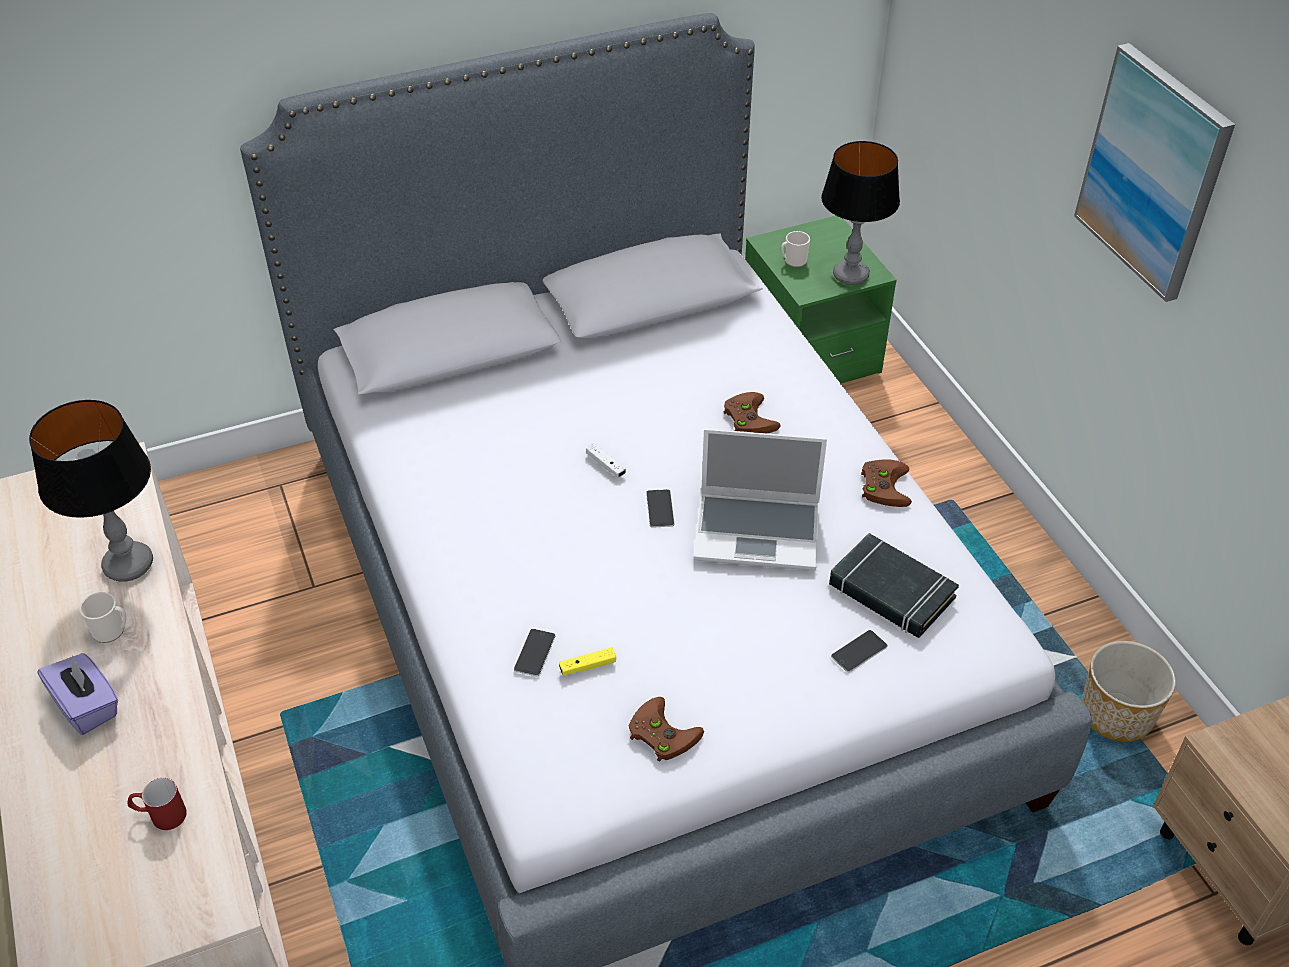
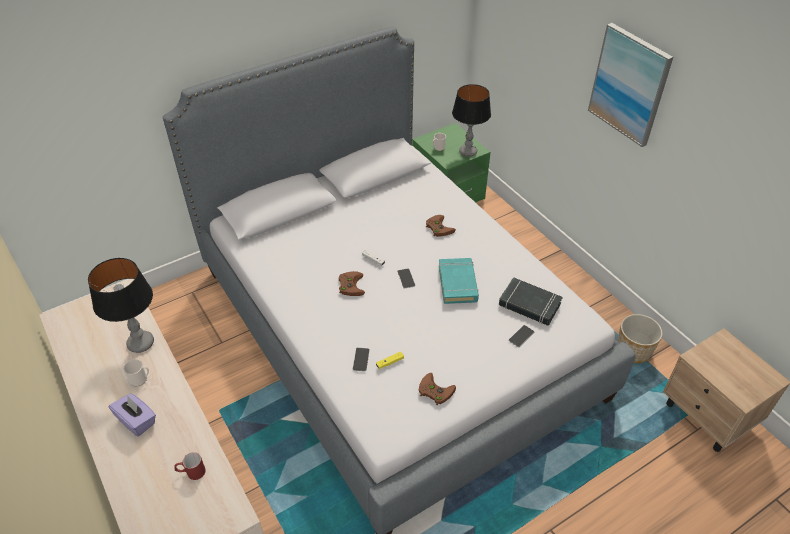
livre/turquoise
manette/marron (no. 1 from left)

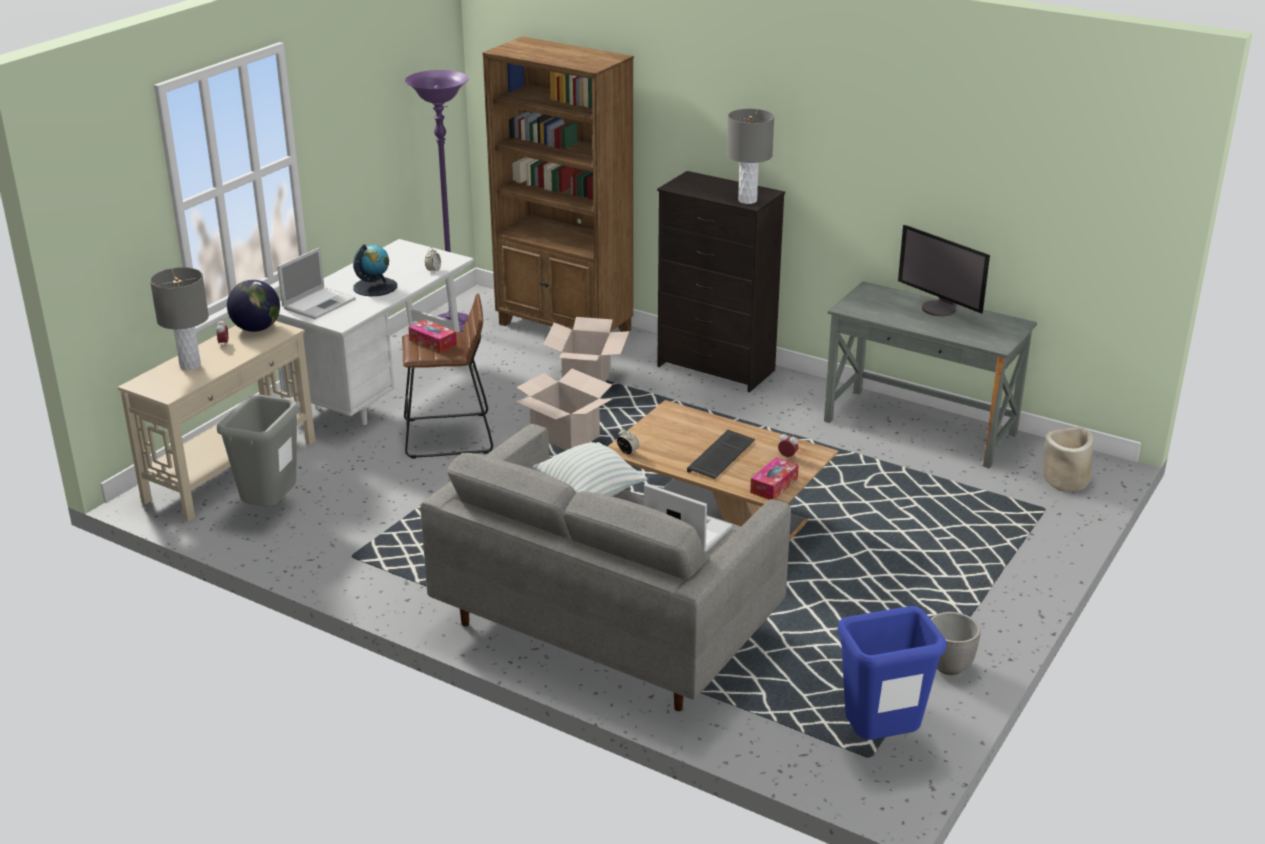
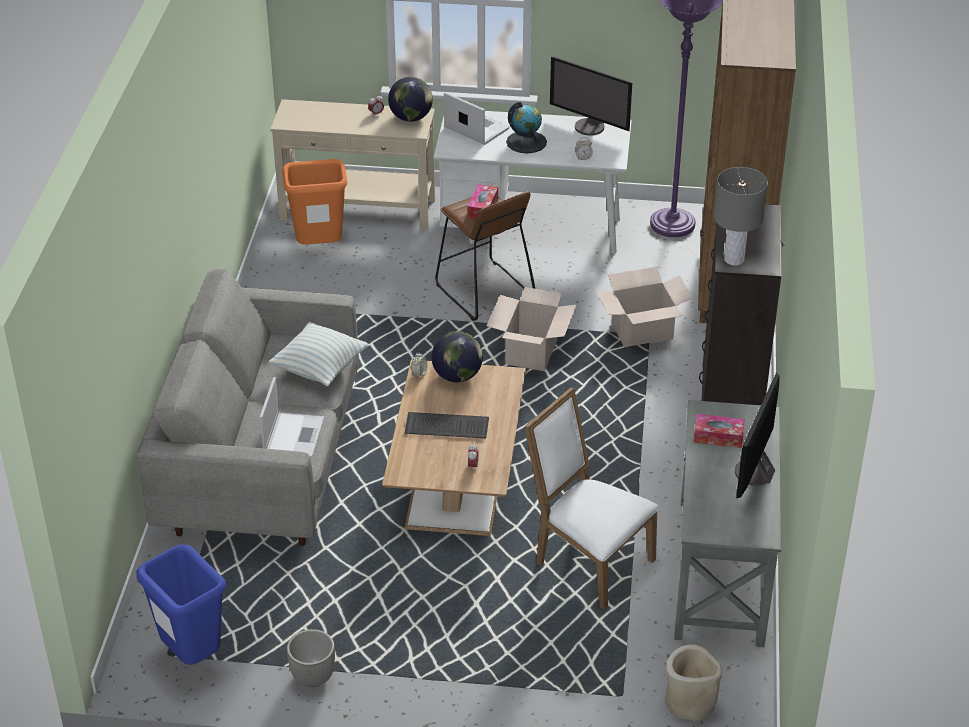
ordinateur portable (no. 2 from left)
lampe de table/gris (no. 1 from left in the first image)
poubelle/orange
boîte à mouchoirs (no. 2 from left)
écran d'ordinateur (no. 1 from left)
globe (no. 2 from left)
chaise/blanc

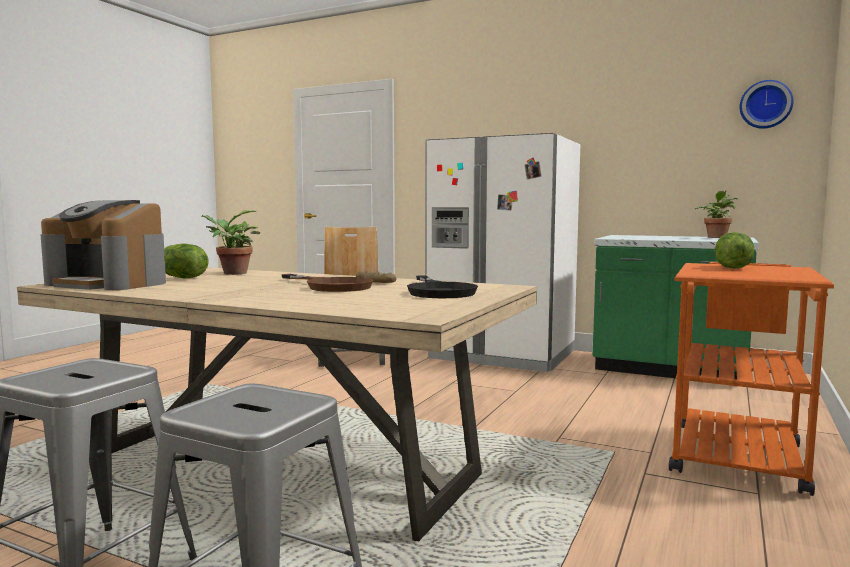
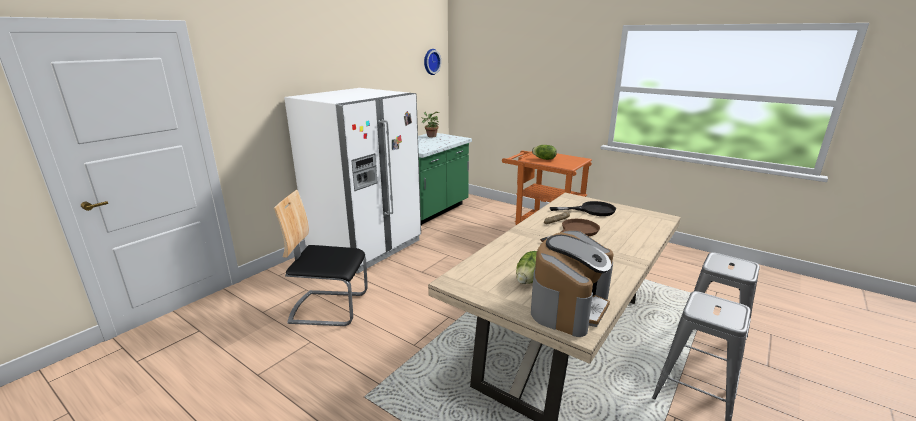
plante en pot (no. 1 from left in the first image)

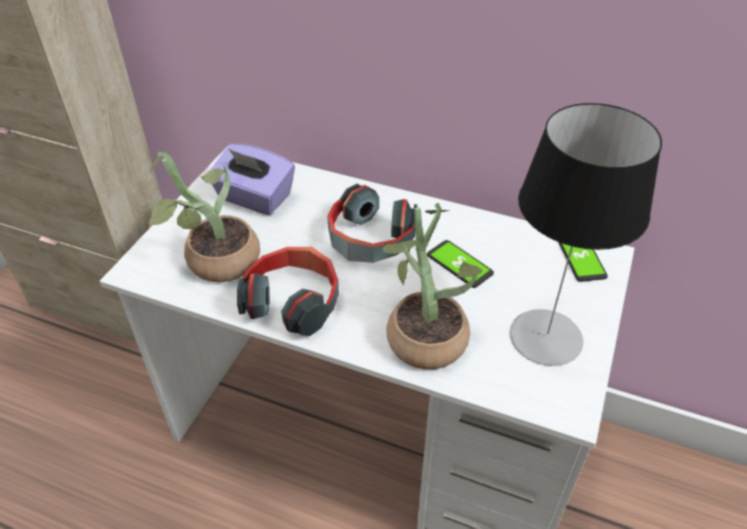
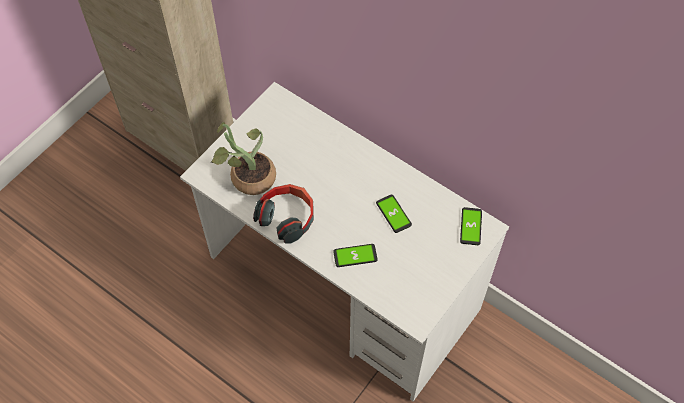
lampe de table
boîte à mouchoirs/violet
casque audio (no. 2 from left in the first image)
téléphone (no. 1 from left)

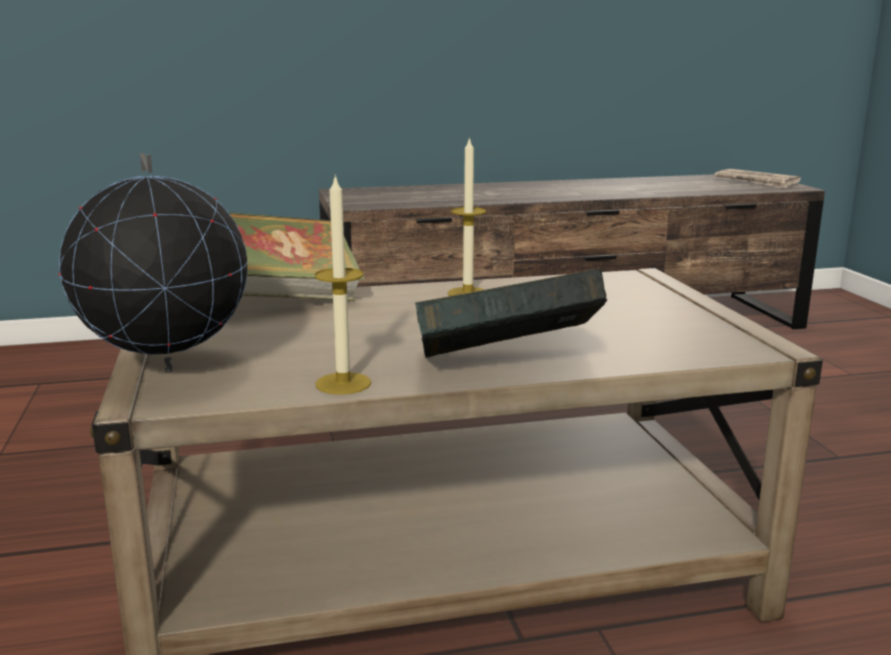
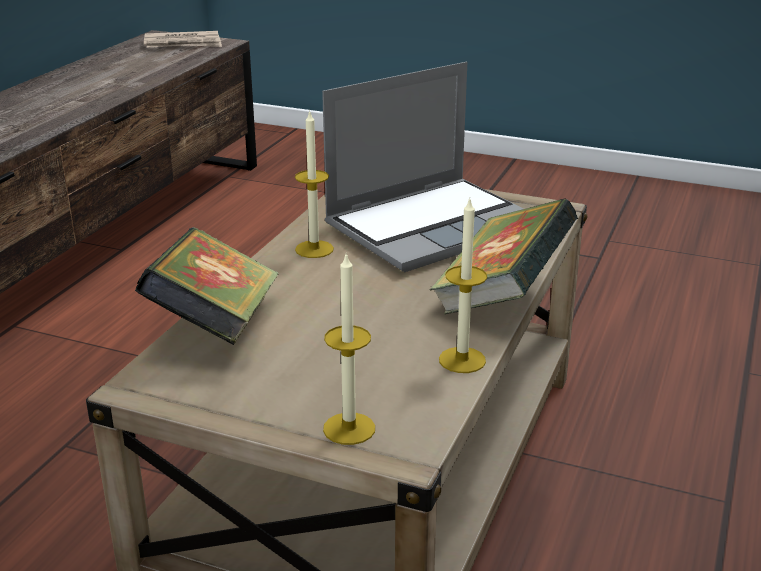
bougie (no. 2 from left)
ordinateur portable

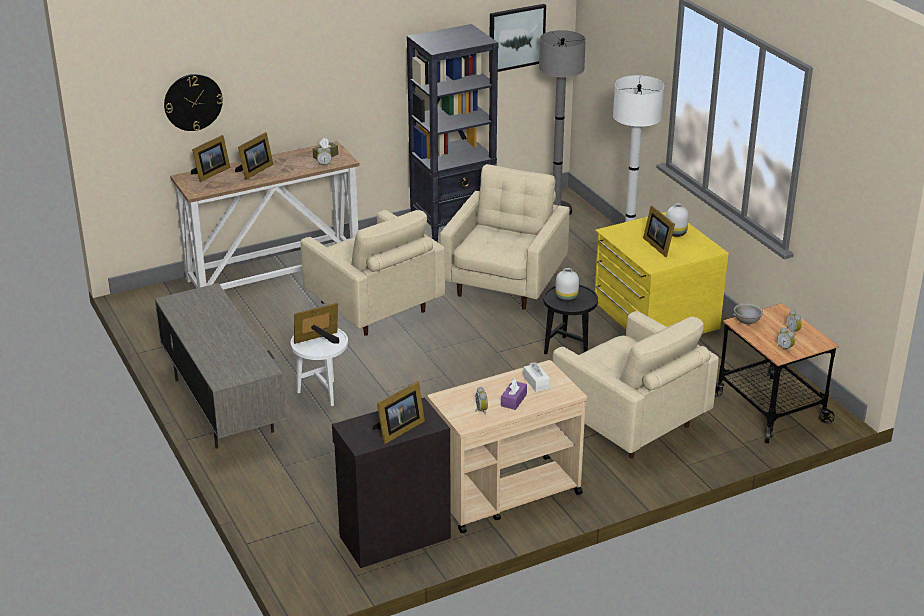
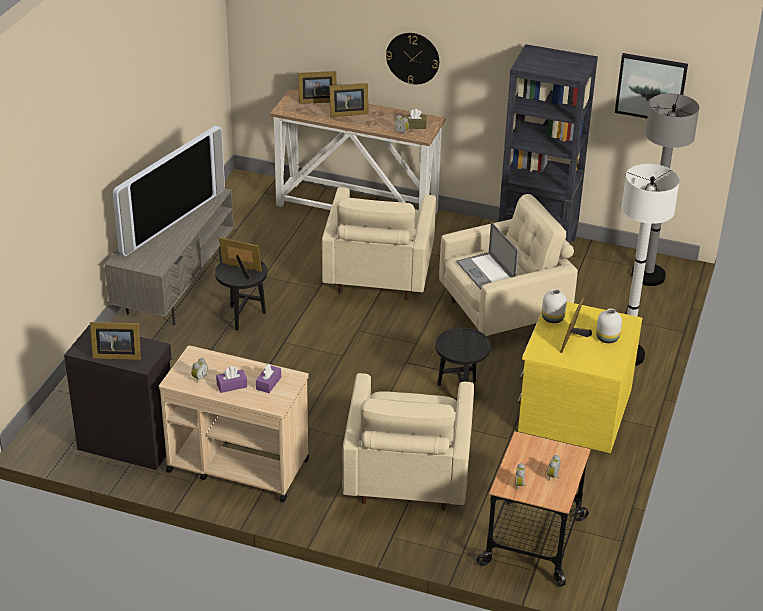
horloge murale
vase/blanc (no. 1 from left)
bol/gris
table d'appoint/noir (no. 1 from left)
boîte à mouchoirs/violet (no. 2 from left)
téléviseur
ordinateur portable

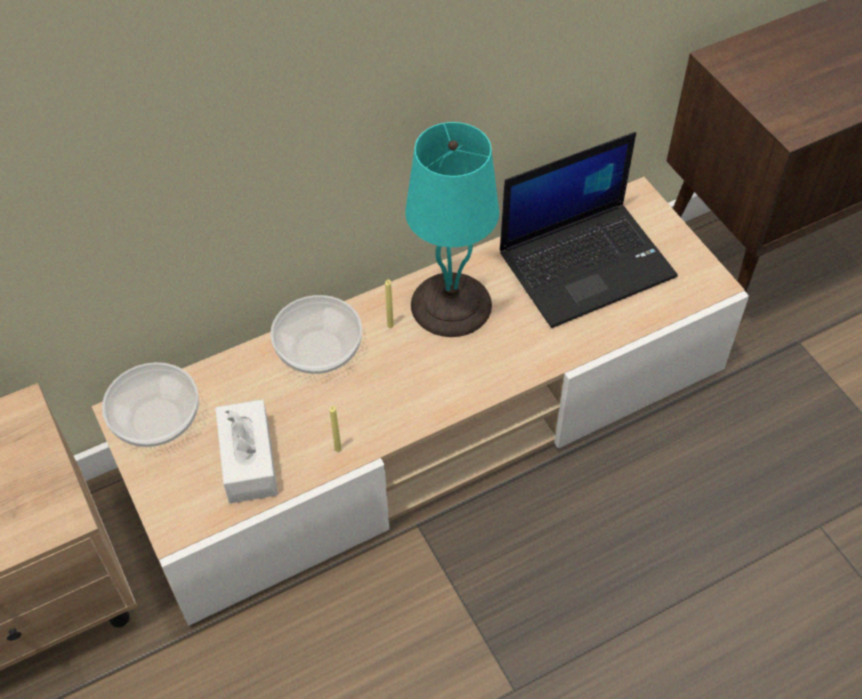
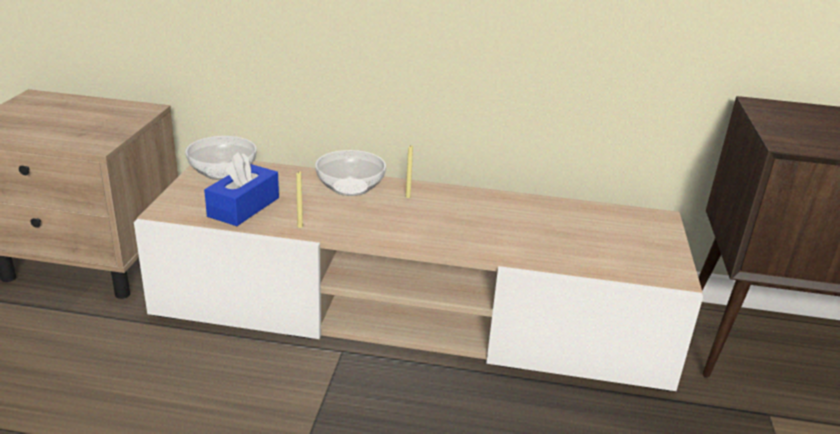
lampe de table/turquoise
ordinateur portable
boîte à mouchoirs/bleu

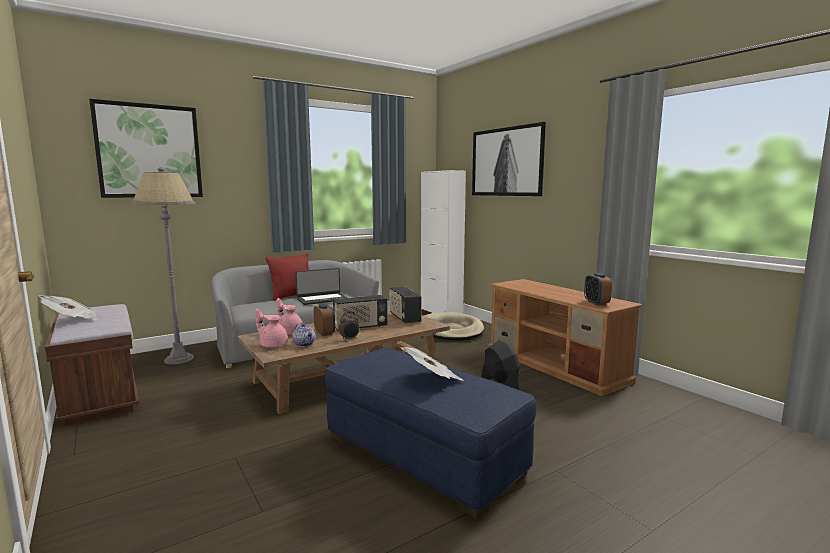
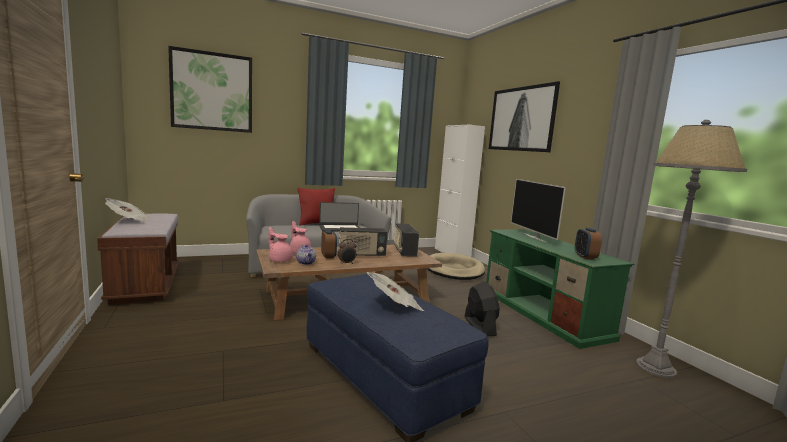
lampadaire/gris
meuble télé/vert
téléviseur

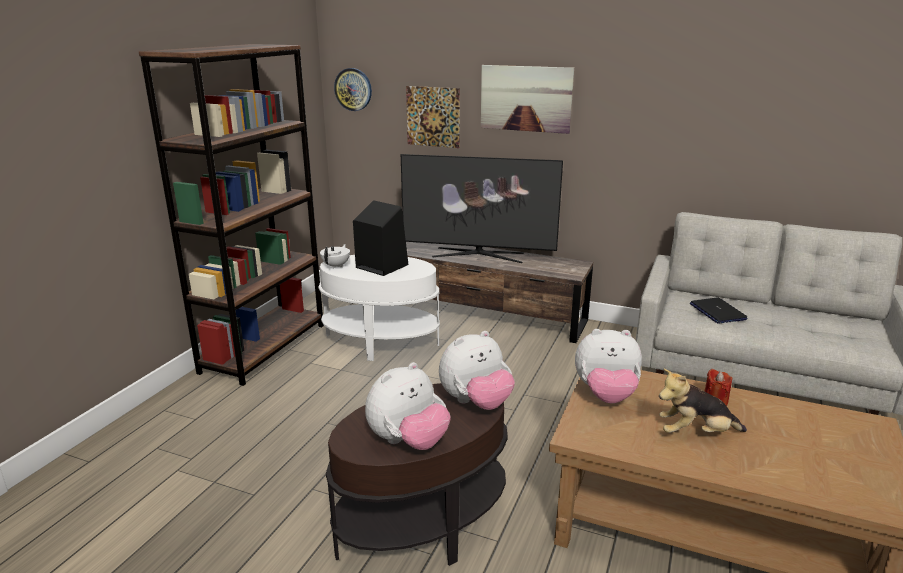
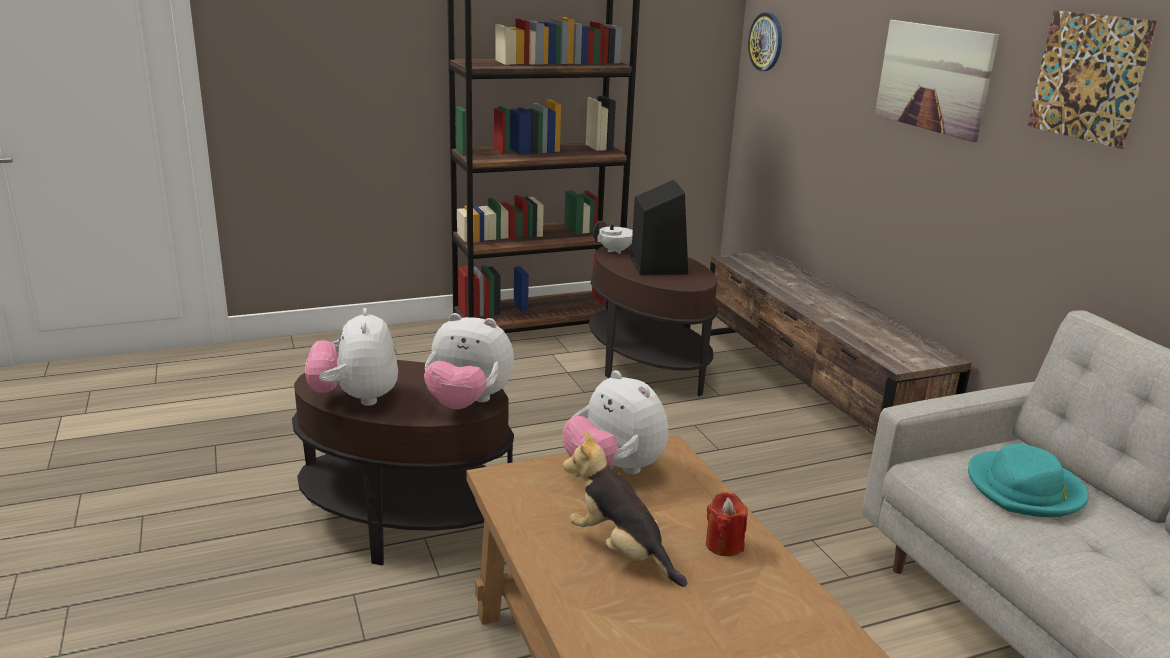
tableau (no. 2 from left)
téléviseur
table d'appoint/marron (no. 2 from left)
chapeau/turquoise
peluche (no. 1 from left)

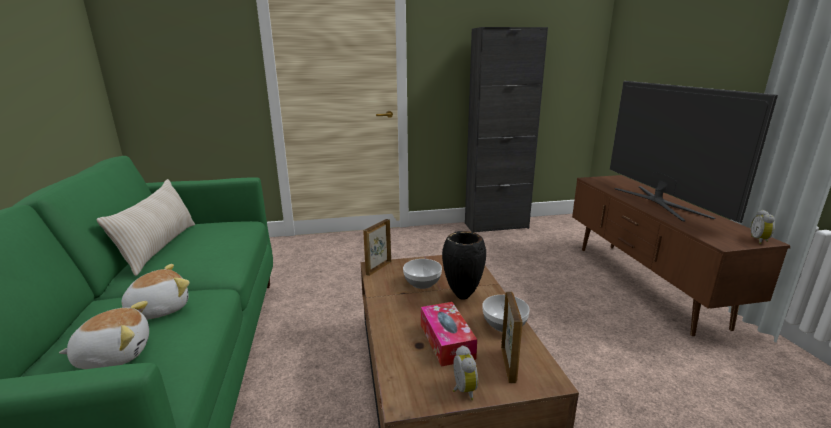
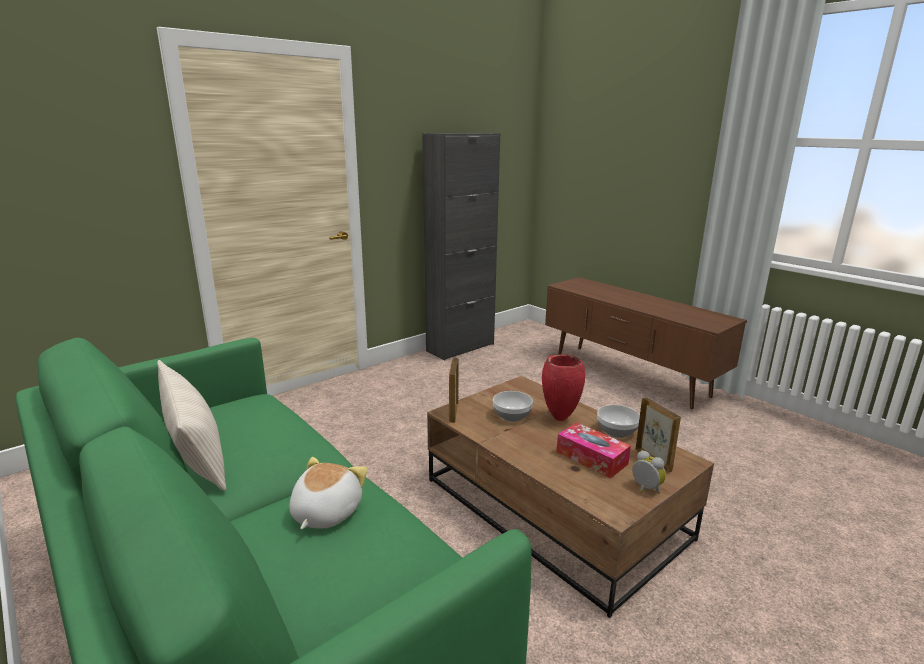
téléviseur
réveil (no. 2 from left in the first image)
vase/rouge
peluche (no. 1 from left in the first image)

